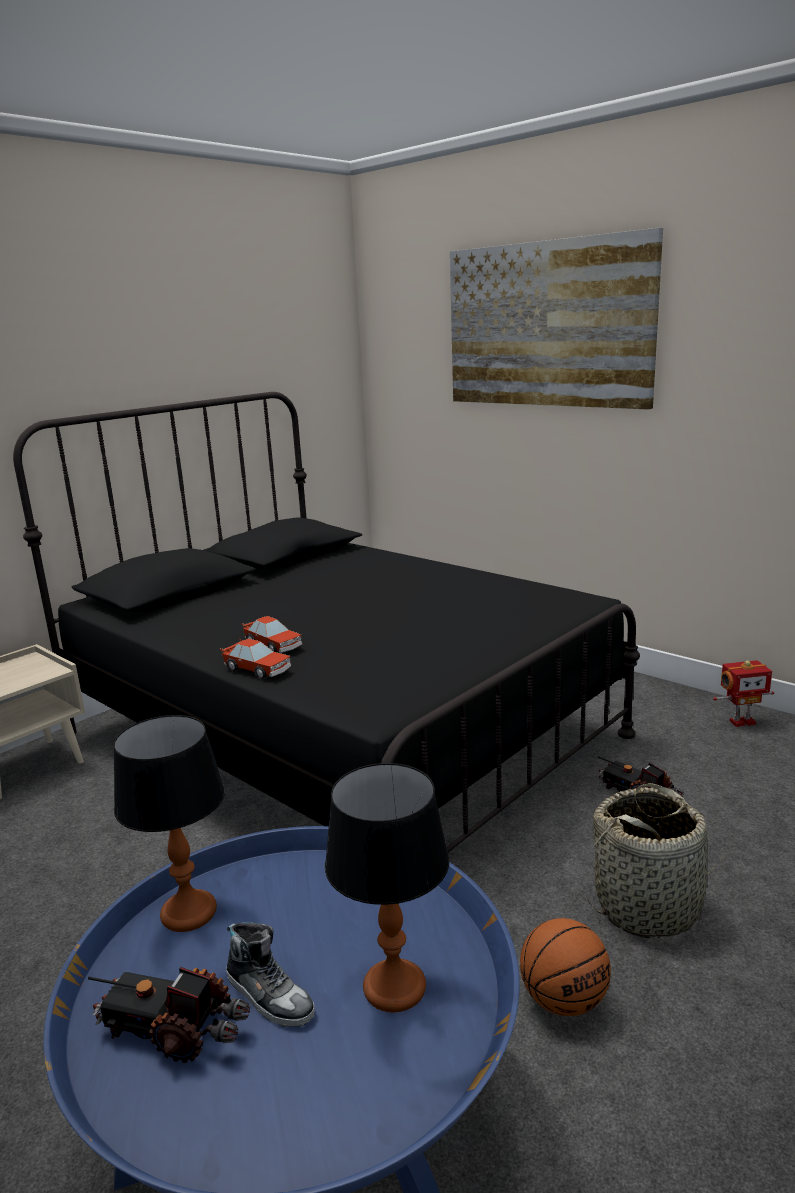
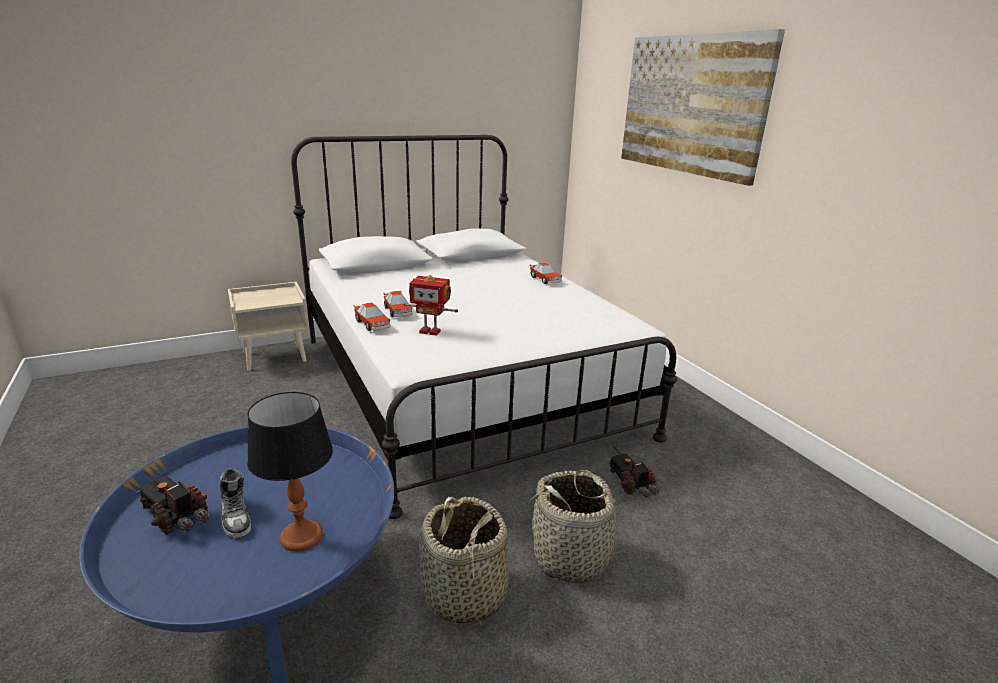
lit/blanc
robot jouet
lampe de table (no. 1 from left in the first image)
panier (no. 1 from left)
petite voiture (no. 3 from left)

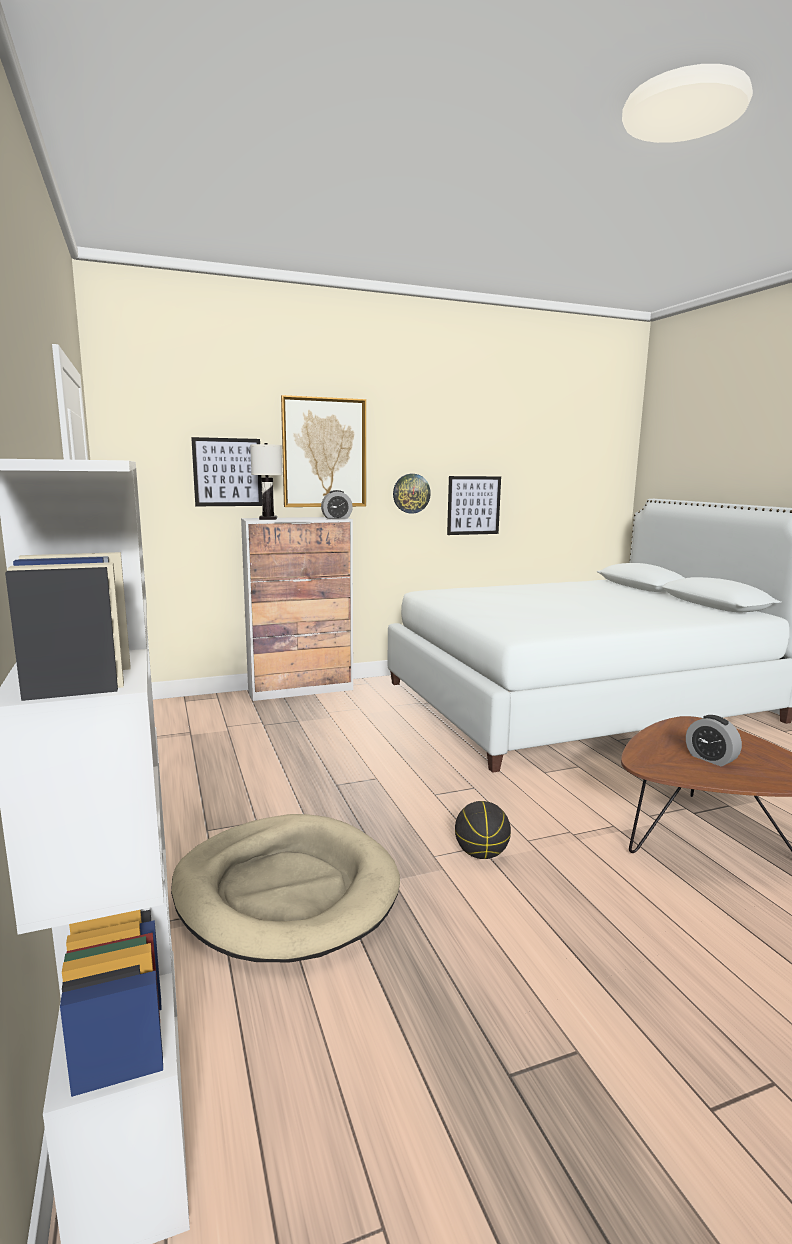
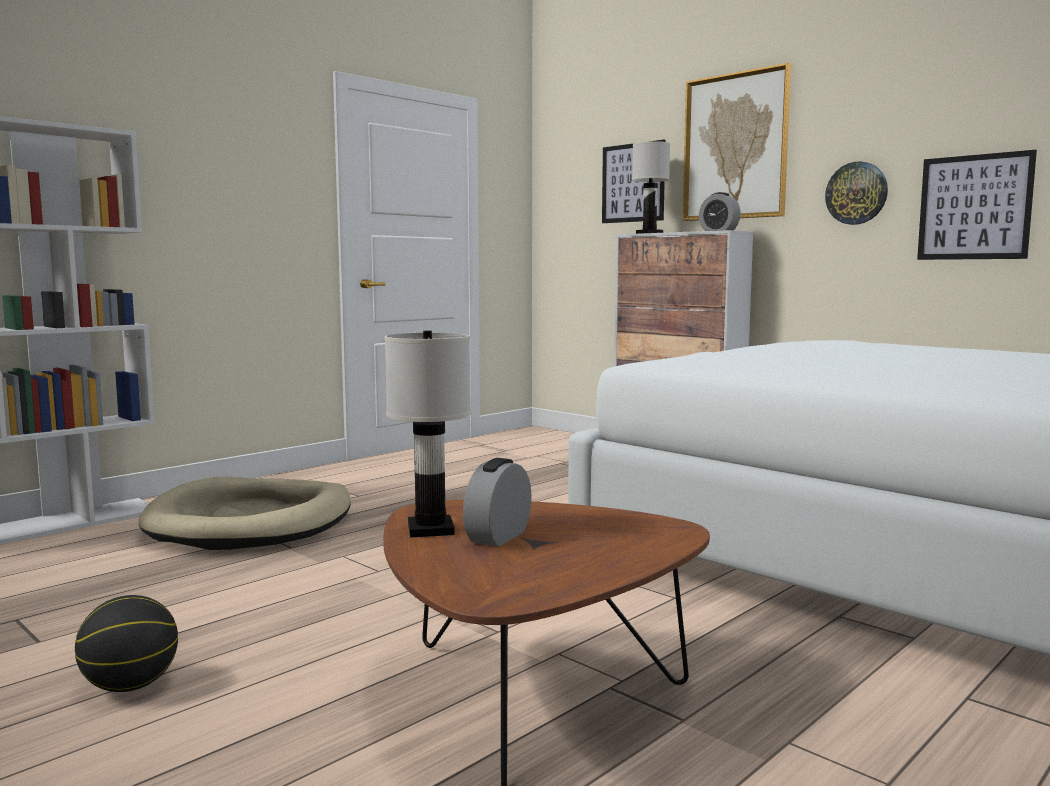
ballon de basket
lampe de table/blanc (no. 1 from left)

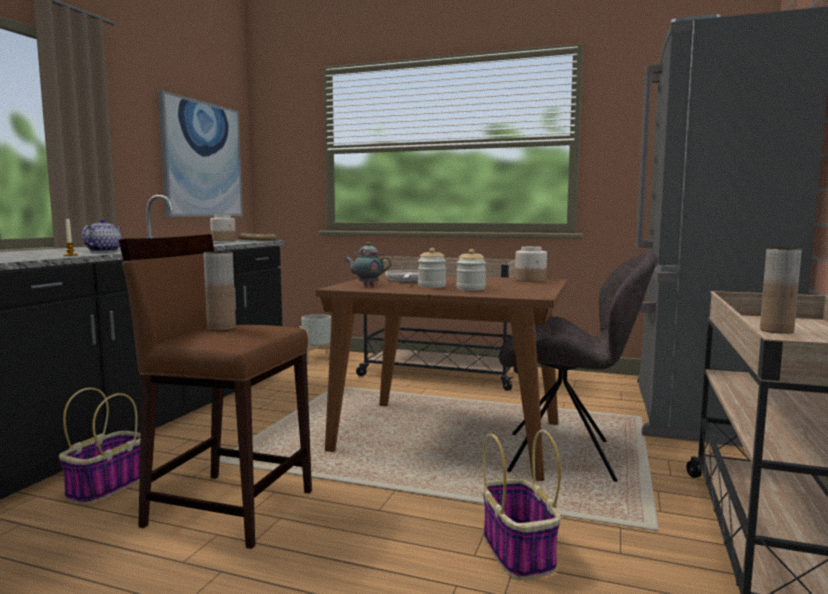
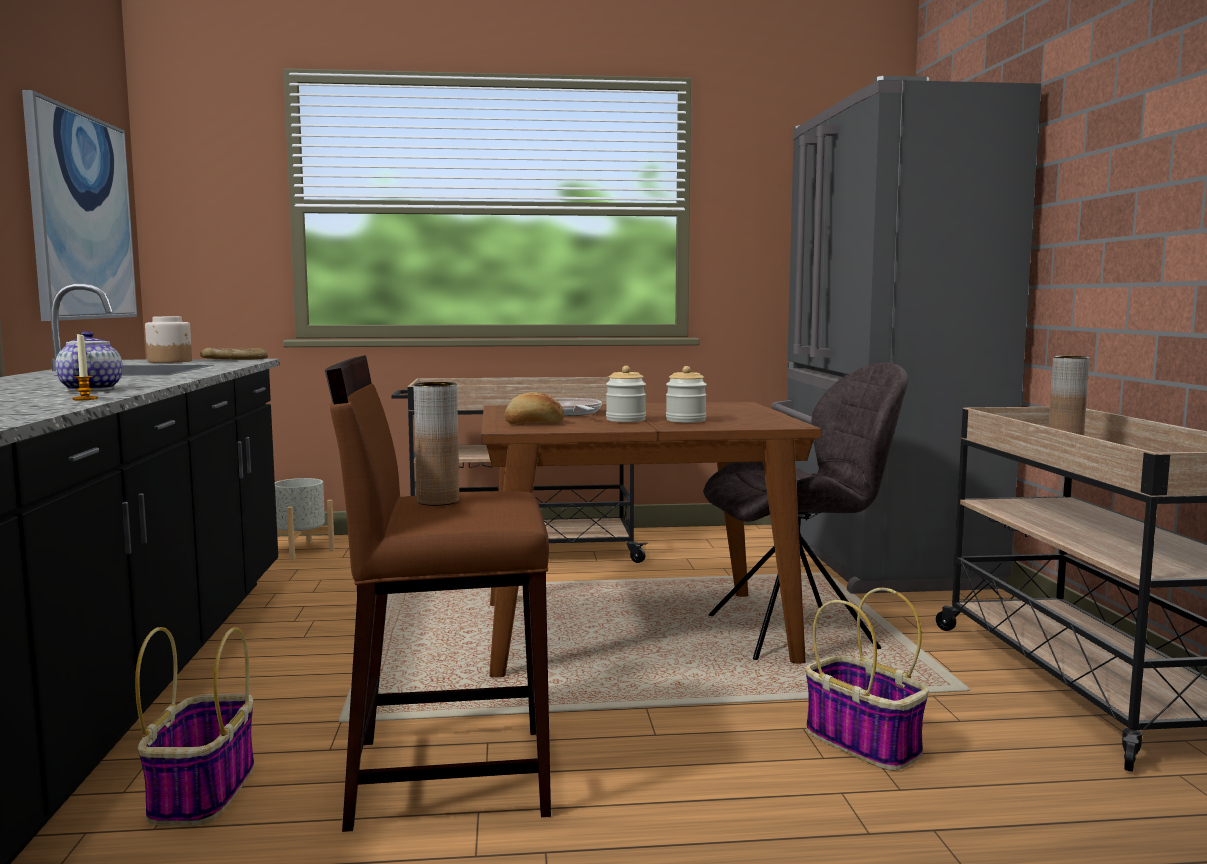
pain (no. 2 from left)
bocal (no. 4 from left in the first image)

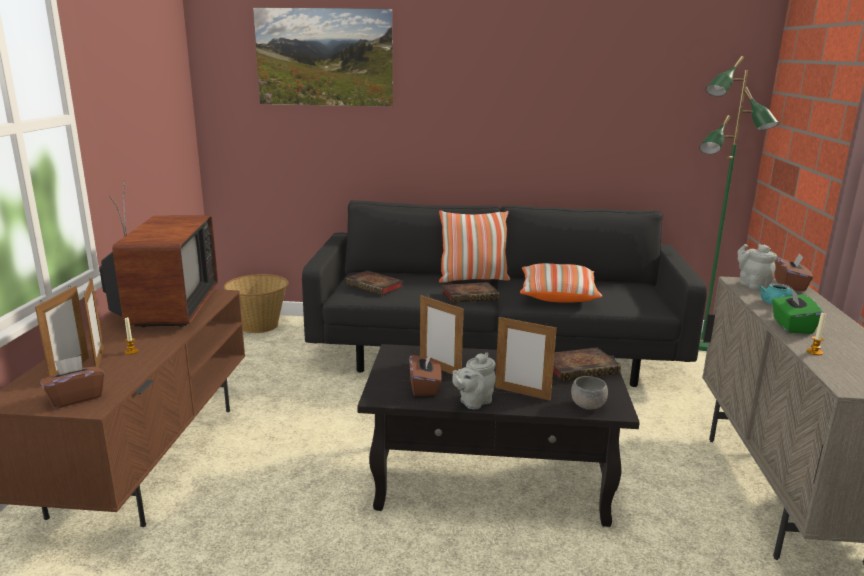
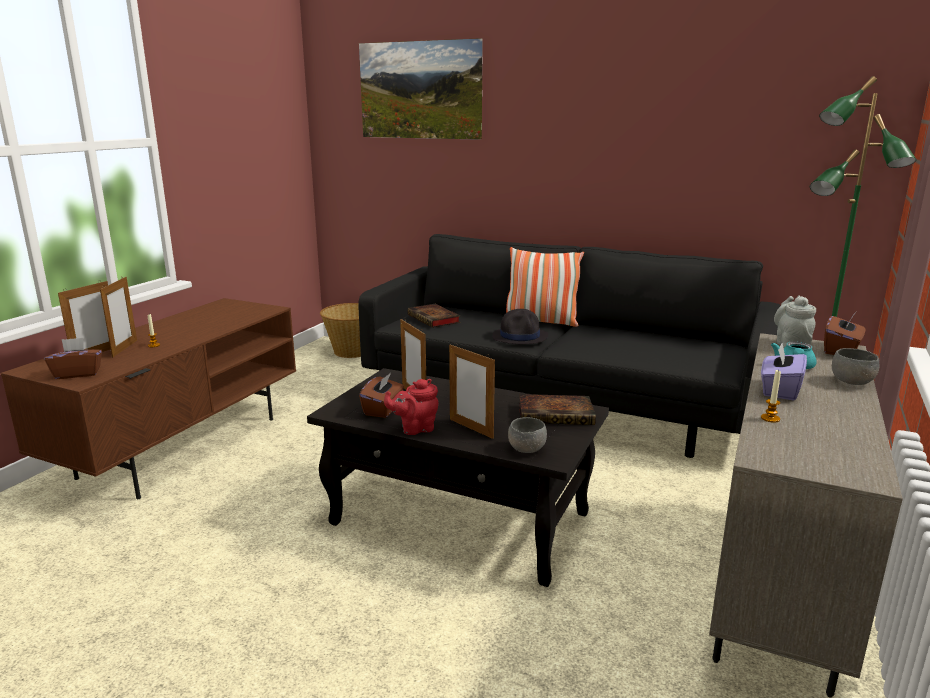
téléviseur
coussin (no. 2 from left in the first image)
chapeau/noir
boîte à mouchoirs/violet
théière/rouge
bol/gris (no. 2 from left)

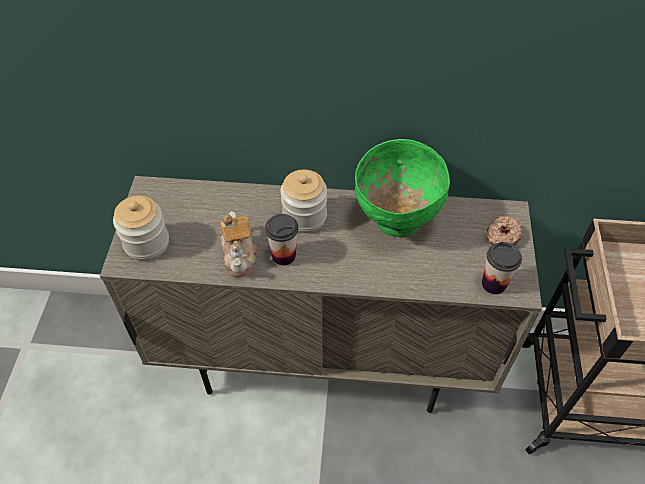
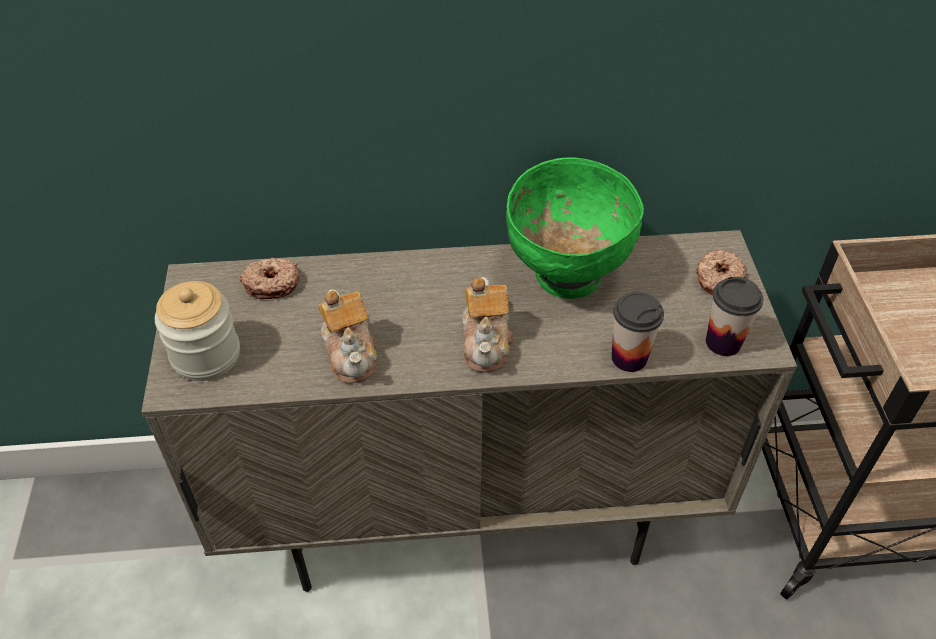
bocal (no. 2 from left in the first image)
tasse (no. 1 from left)
beignet (no. 1 from left)
théière (no. 2 from left)

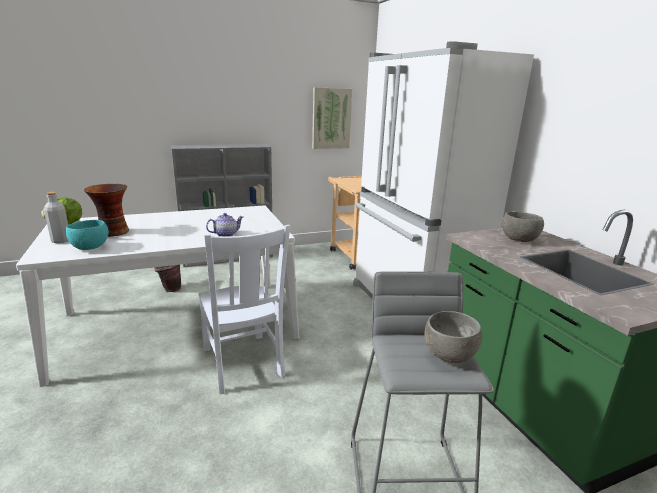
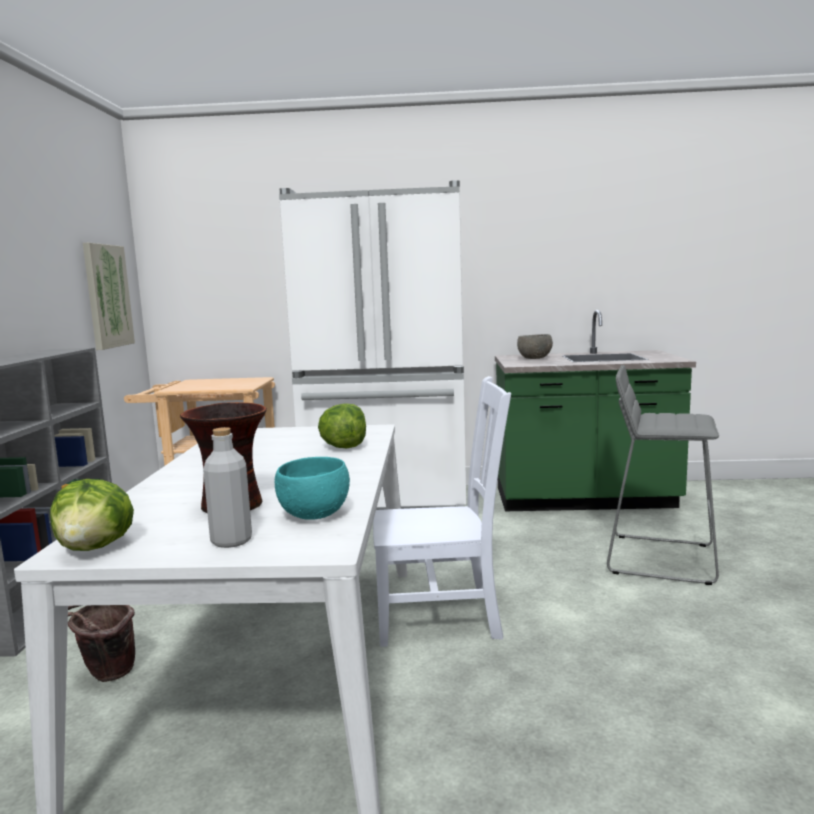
laitue (no. 2 from left)
bol/gris (no. 1 from left in the first image)

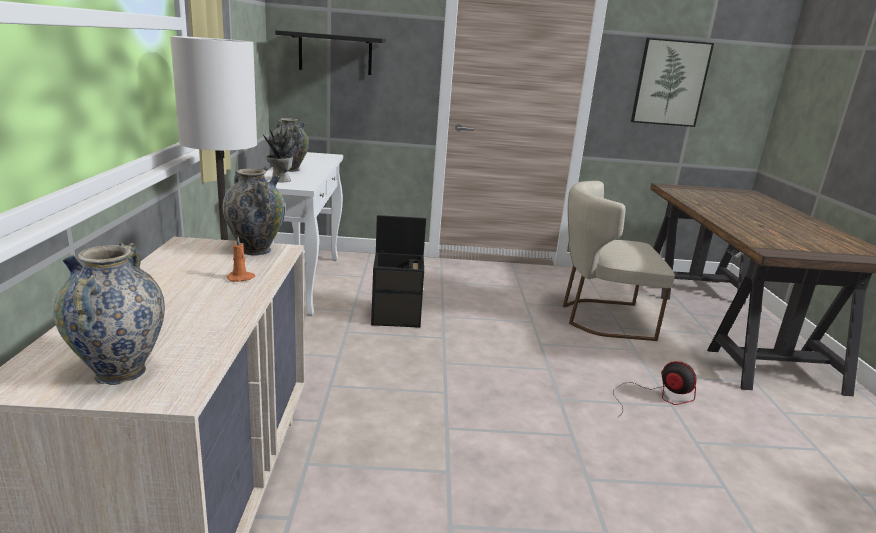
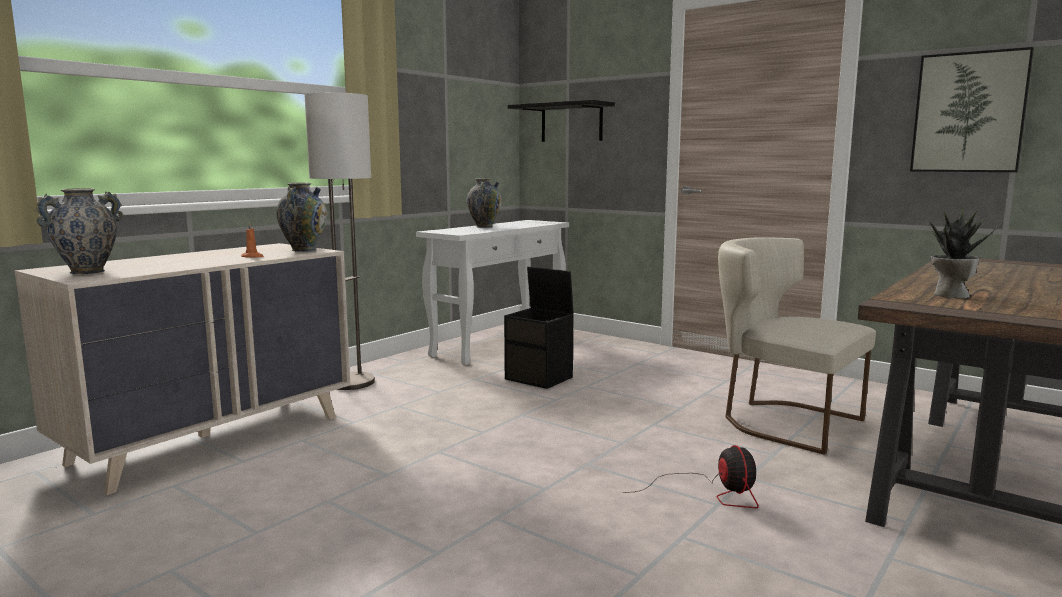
plante en pot

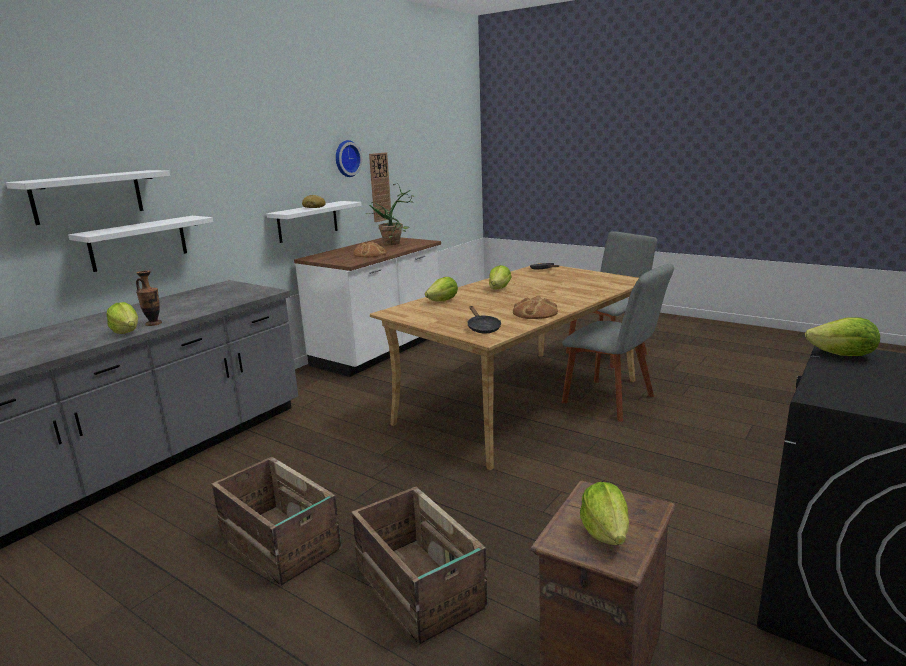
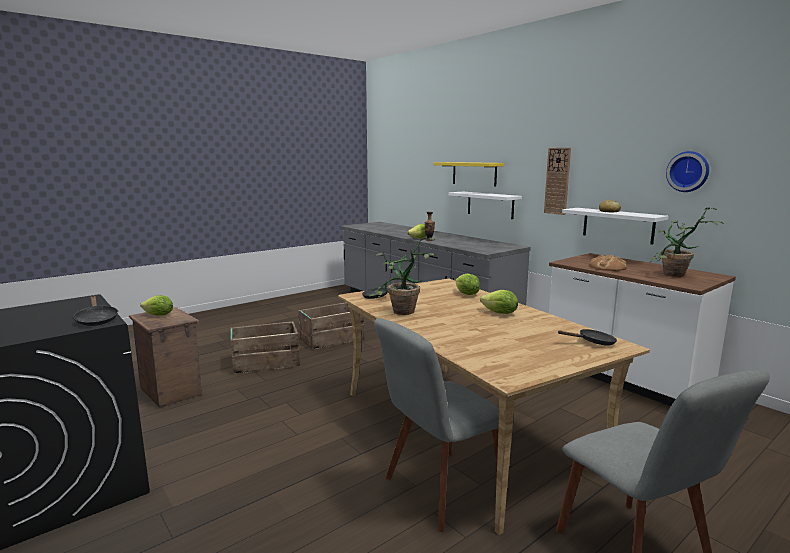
horloge murale (no. 1 from left)
étagère/jaune
plante en pot (no. 1 from left)
poêle/noir (no. 1 from left)

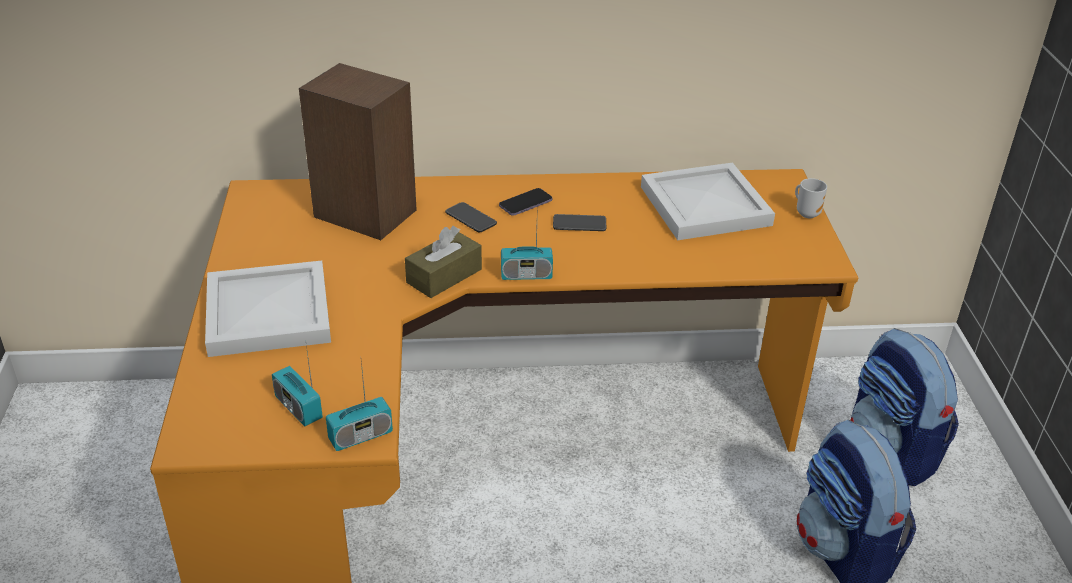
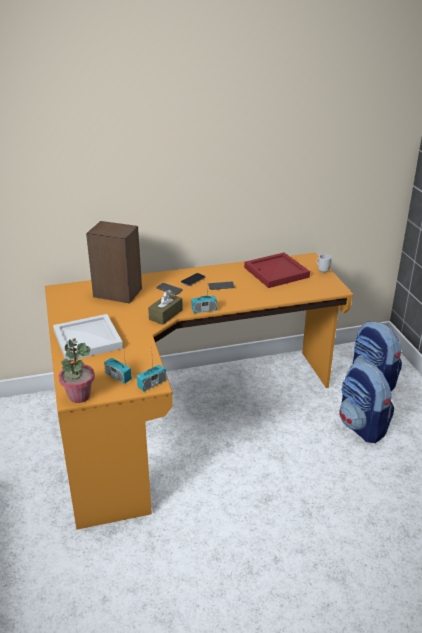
plateau/rouge
plante en pot

